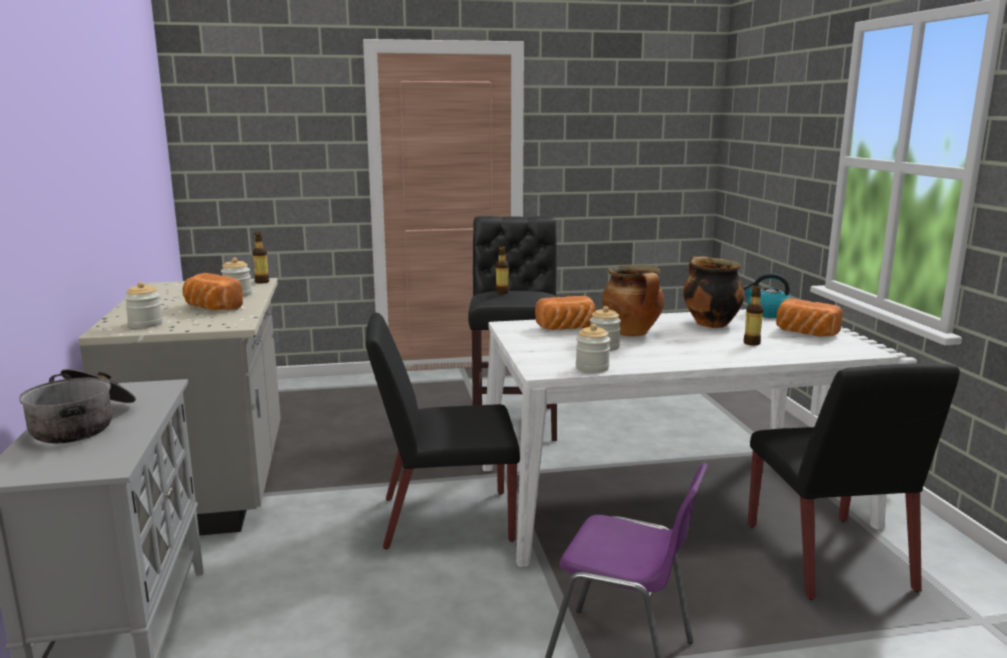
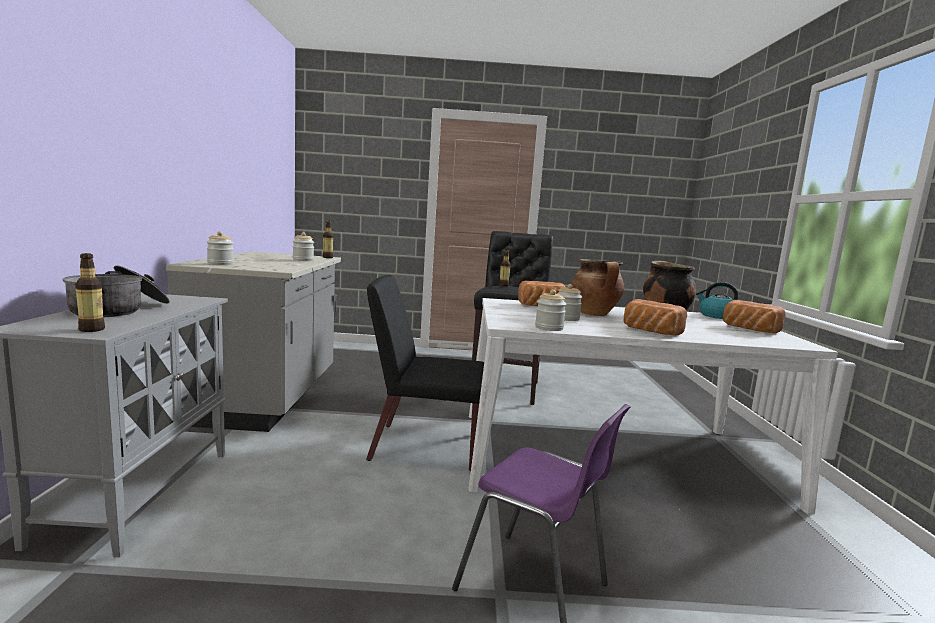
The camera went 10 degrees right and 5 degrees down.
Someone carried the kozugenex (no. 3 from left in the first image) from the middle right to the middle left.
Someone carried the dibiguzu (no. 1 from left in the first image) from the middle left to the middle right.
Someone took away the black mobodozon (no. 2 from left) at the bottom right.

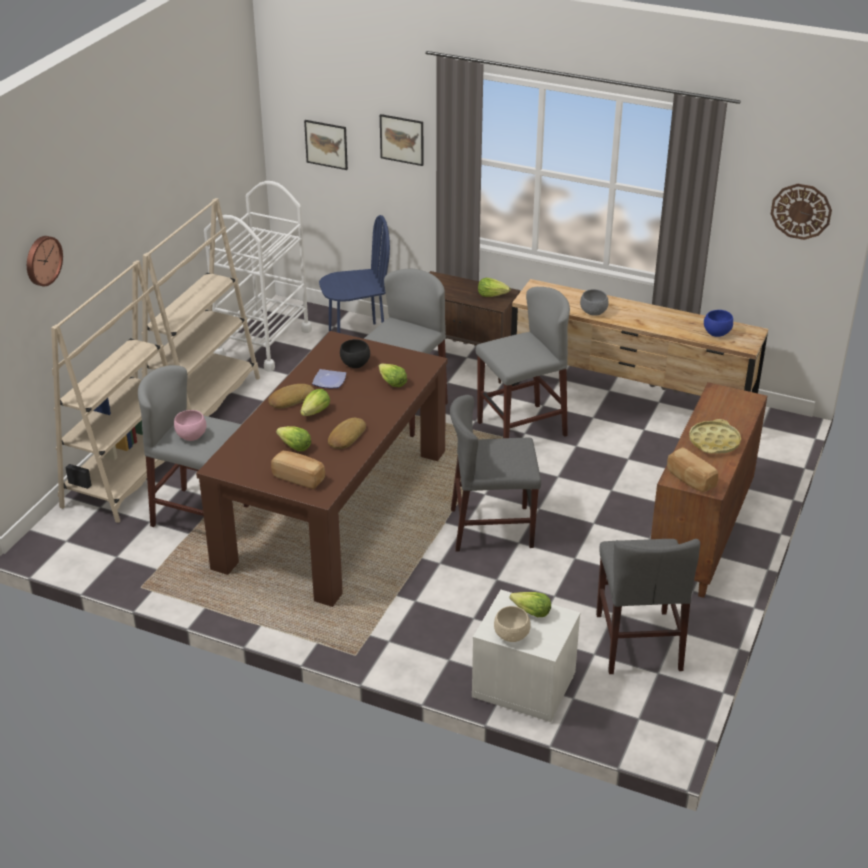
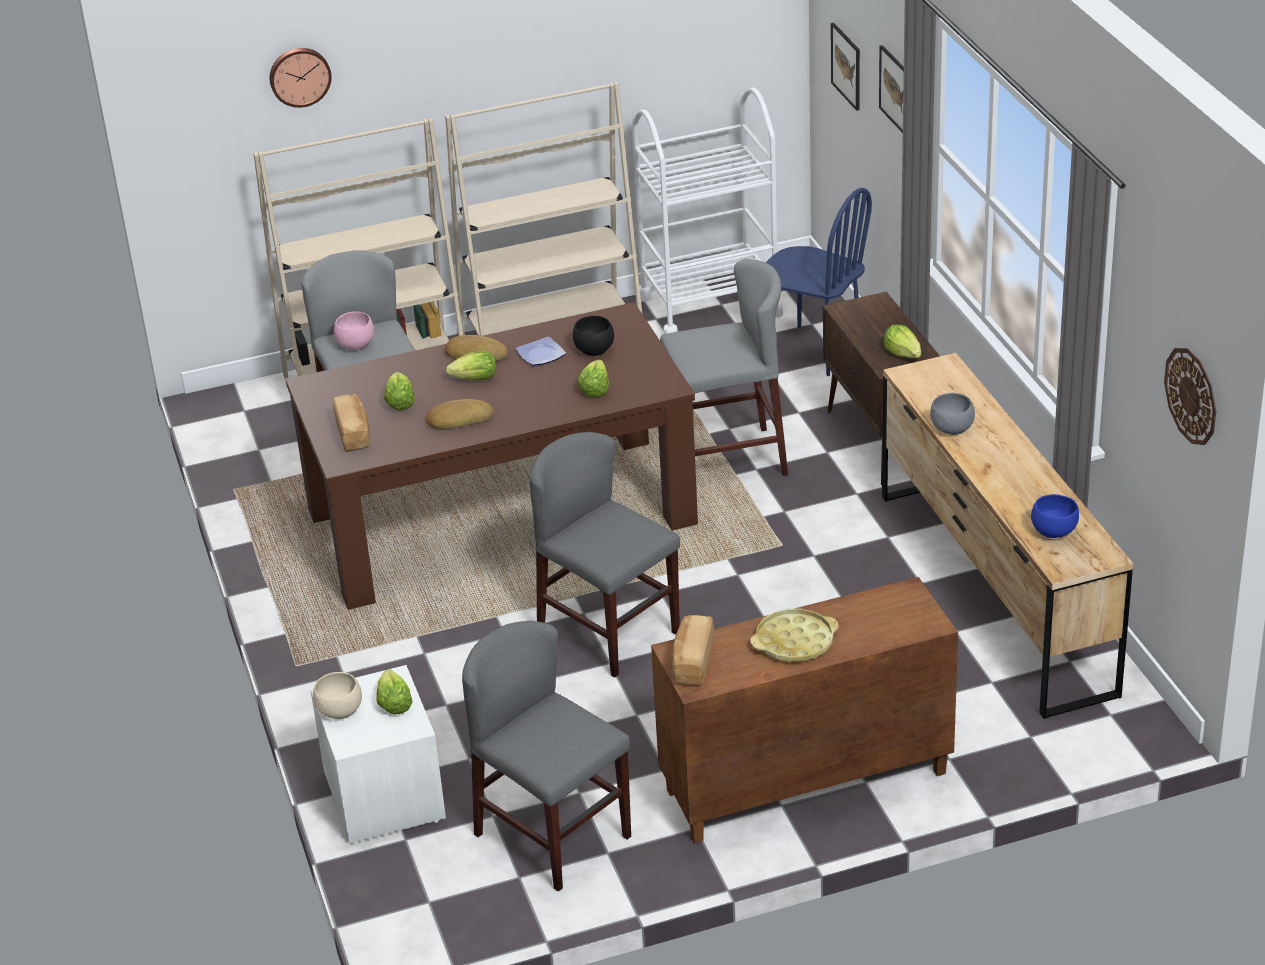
The camera went 50 degrees right and 0 degrees up.
Someone rotated the grey mobodozon (no. 2 from left in the first image) at the bottom right by 90 degrees clockwise.
Someone took away the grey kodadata (no. 3 from left) at the centre.

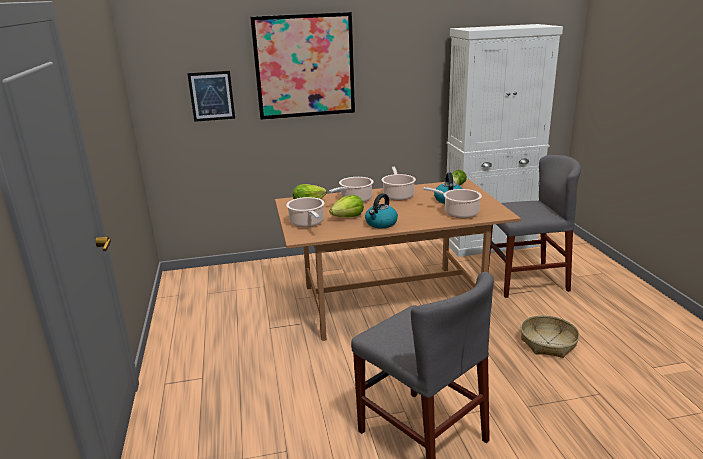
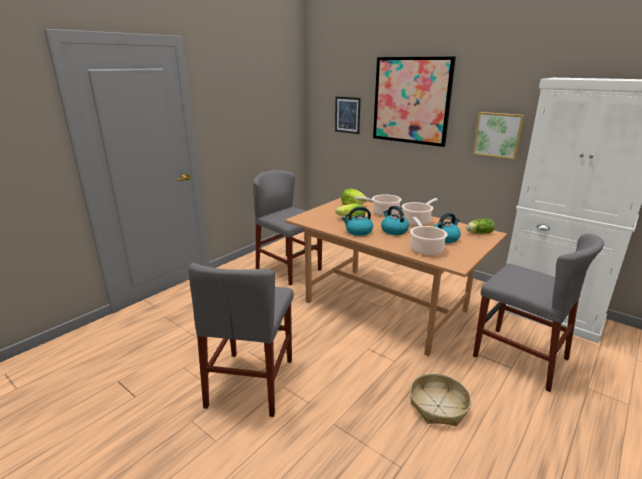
The camera went 50 degrees right and 0 degrees up.
Someone put down the grey mobodozon (no. 2 from left) at the centre.
Someone put down the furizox (no. 2 from left) at the centre.
Someone put up the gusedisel (no. 3 from left) at the top right.
Someone took away the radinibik (no. 1 from left) at the centre.

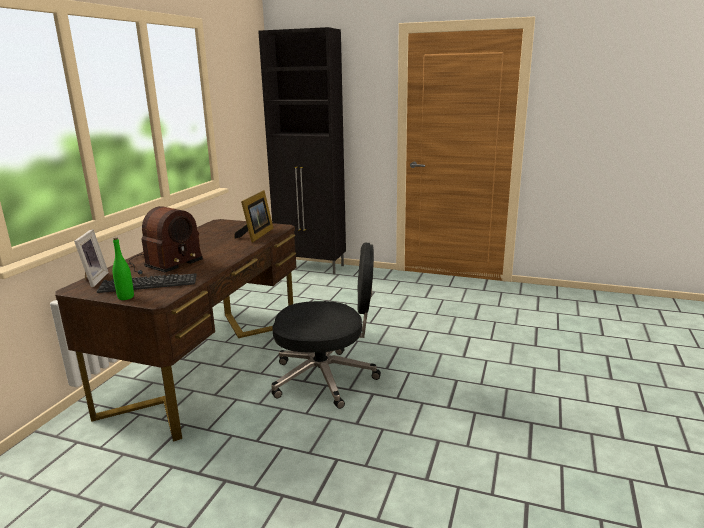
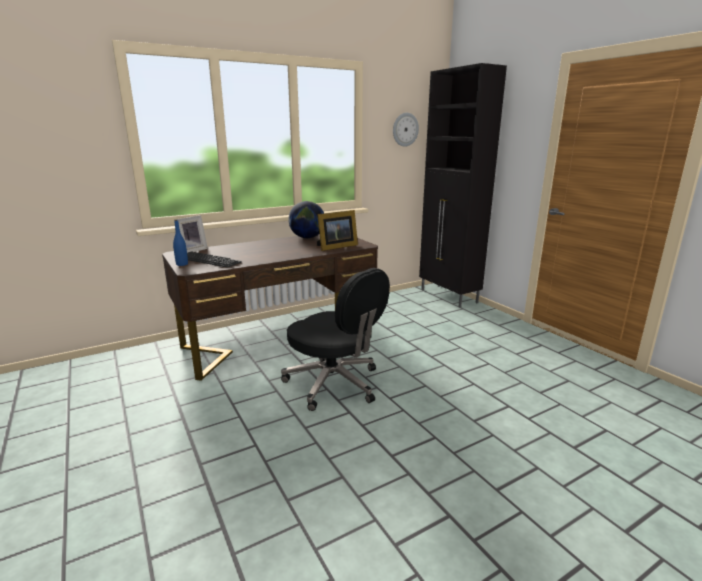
The camera went 40 degrees right and 0 degrees up.
Someone repainted the green kozugenex at the middle left, which became the blue kozugenex at the middle left.
Someone put down the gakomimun at the centre.
Someone put up the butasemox at the top centre.
Someone took away the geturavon at the middle left.

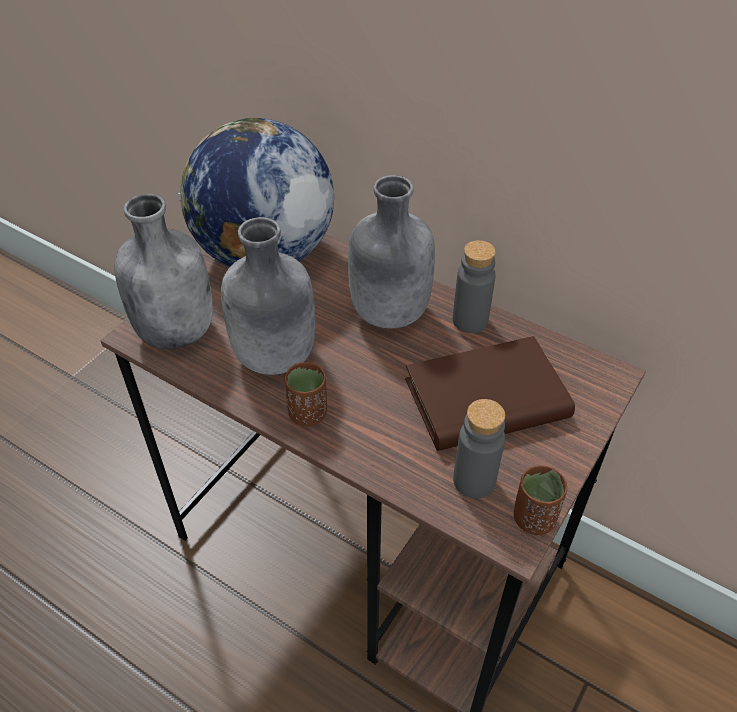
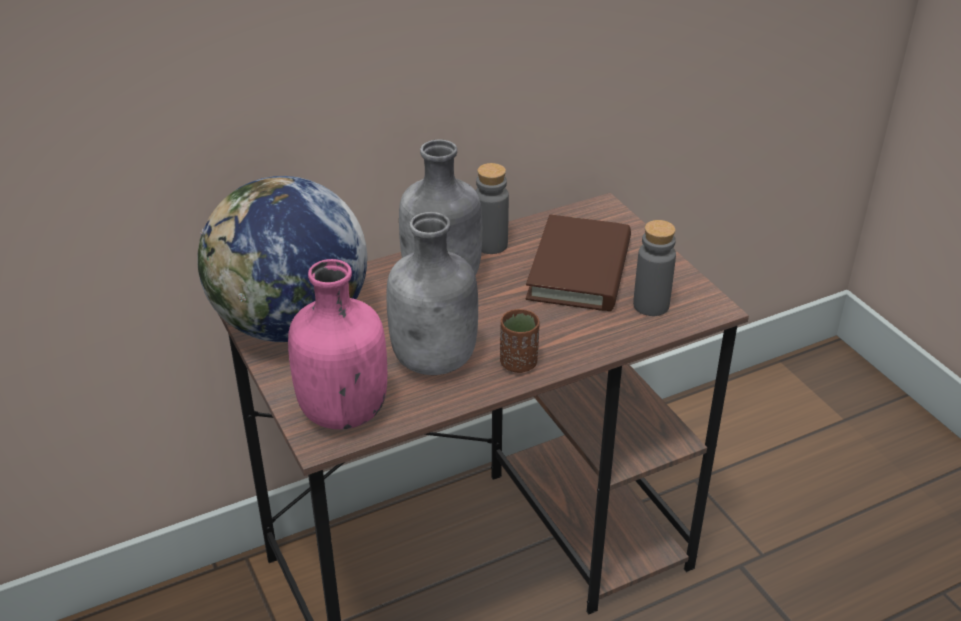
The camera went 60 degrees left and 10 degrees down.
Someone repainted the grey kozugenex (no. 1 from left) at the middle left, which became the pink kozugenex at the centre.
Someone took away the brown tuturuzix (no. 2 from left) at the bottom right.

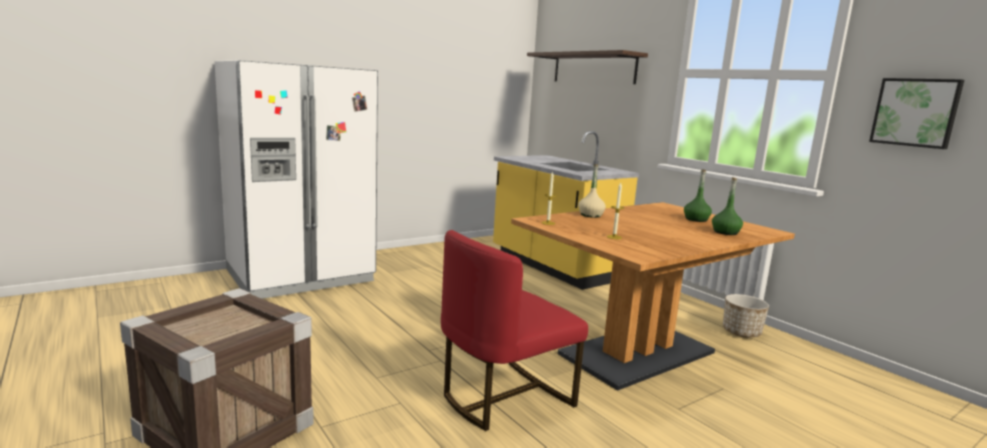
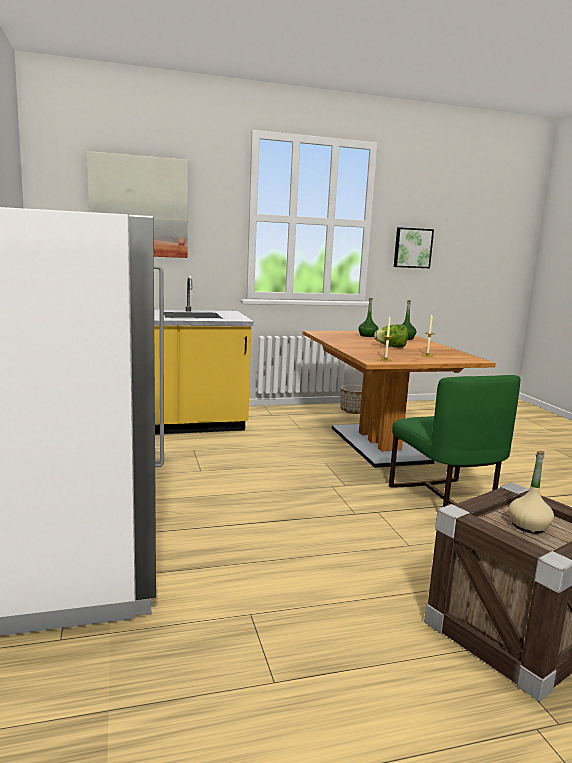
The camera went 70 degrees left and 0 degrees up.
Someone swapped the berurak at the top centre for the gusedisel (no. 1 from left) at the top left.
Someone put down the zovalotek at the middle right.
Someone repainted the red mobodozon at the bottom centre, which became the green mobodozon at the middle right.
Someone carried the beige kozugenex from the centre to the middle right.

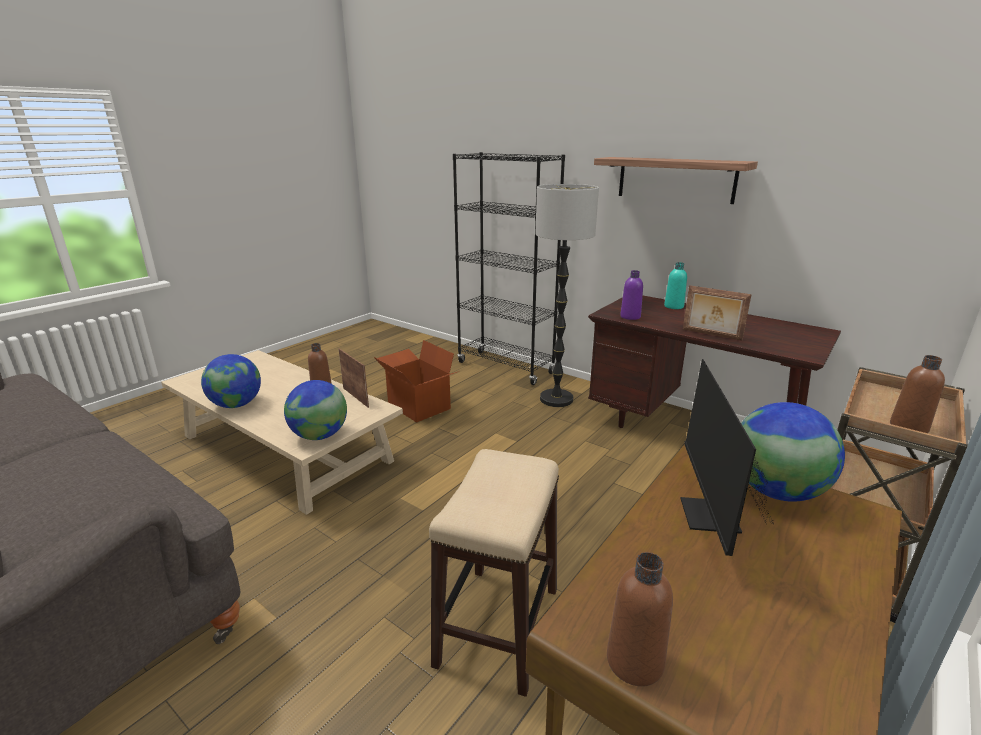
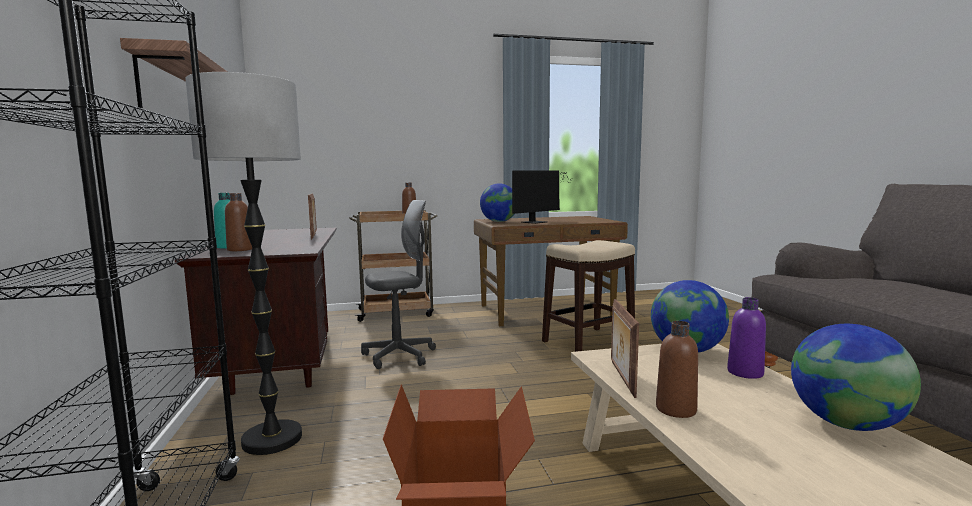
The camera went 140 degrees left and 15 degrees down.
Someone carried the brown kozugenex (no. 2 from left in the first image) from the bottom centre to the middle left.
Someone put down the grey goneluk at the centre.
Someone carried the purple kozugenex from the centre to the bottom right.

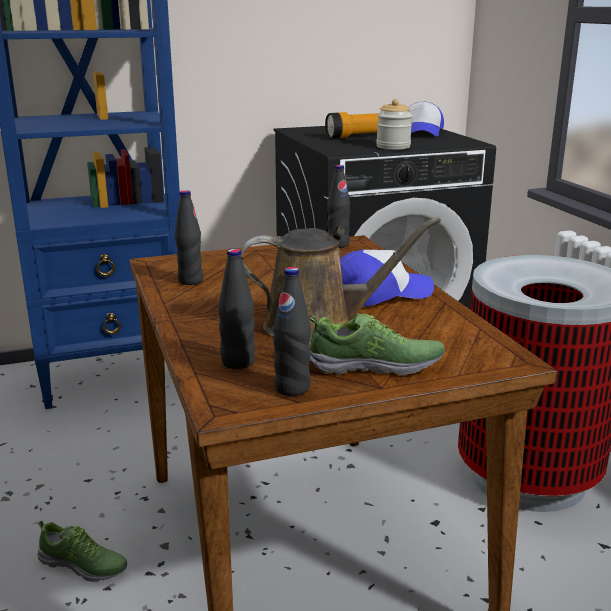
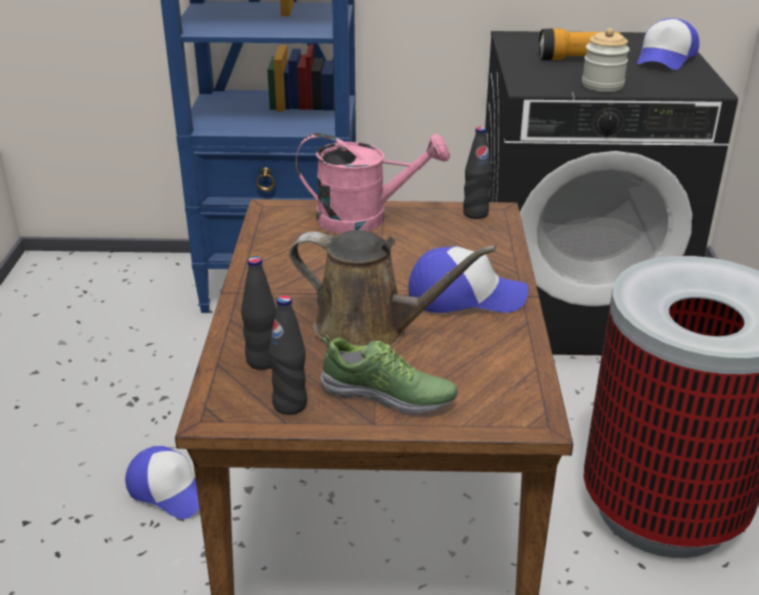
The camera went 20 degrees right and 10 degrees up.
Someone swapped the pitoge (no. 1 from left) at the bottom left for the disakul (no. 1 from left) at the bottom left.
Someone put down the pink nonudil at the top centre.
Someone took away the black kozugenex (no. 1 from left) at the middle left.

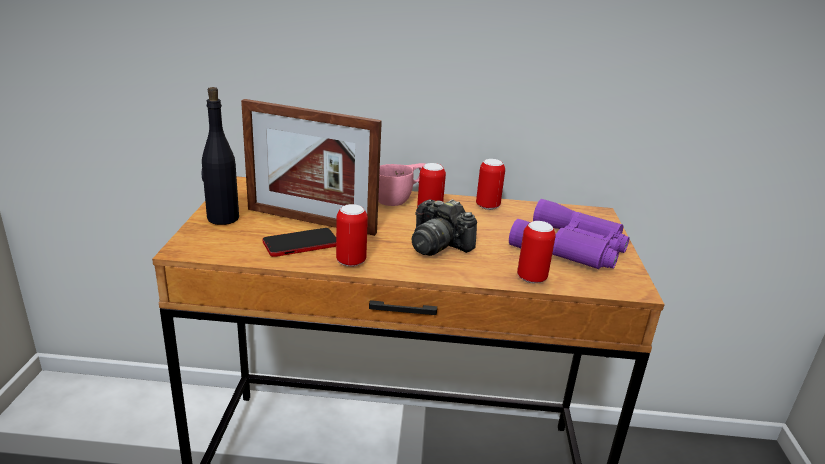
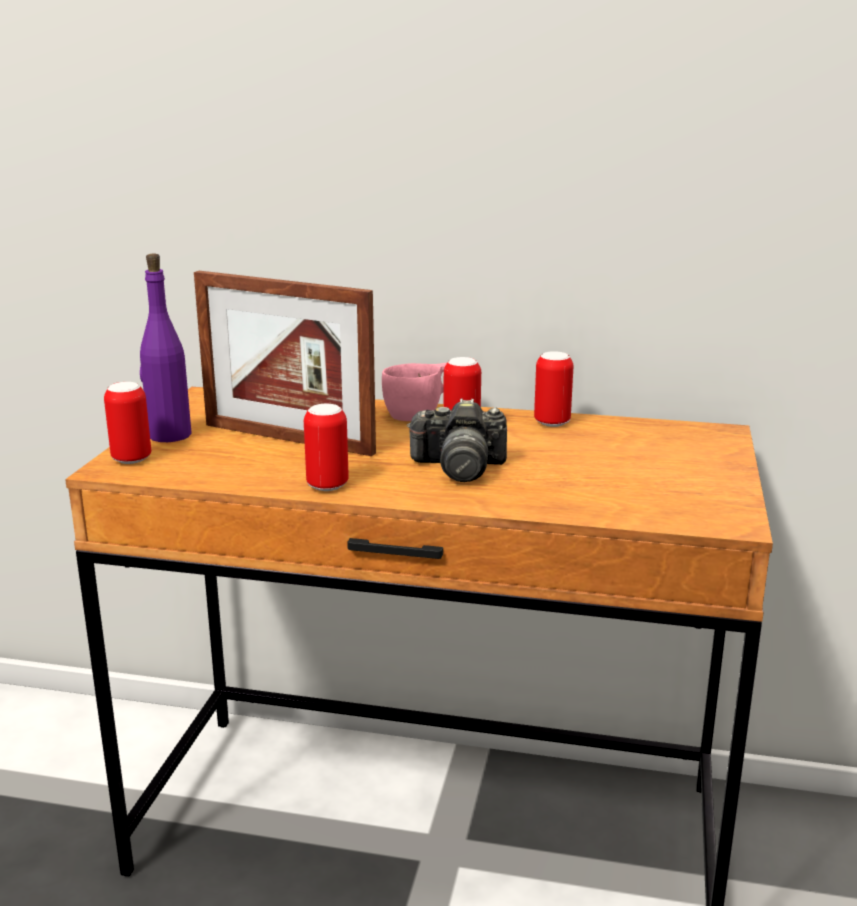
The camera went 10 degrees right and 5 degrees down.
Someone carried the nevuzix (no. 4 from left in the first image) from the centre to the middle left.
Someone repainted the black kozugenex at the middle left, which became the purple kozugenex at the middle left.
Someone rotated the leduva at the centre by 45 degrees counterclockwise.
Someone took away the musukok at the centre.
Someone took away the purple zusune at the middle right.

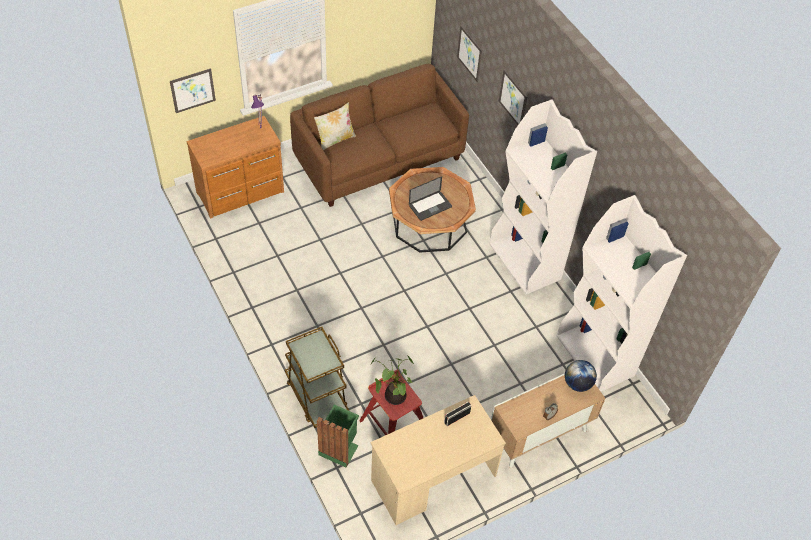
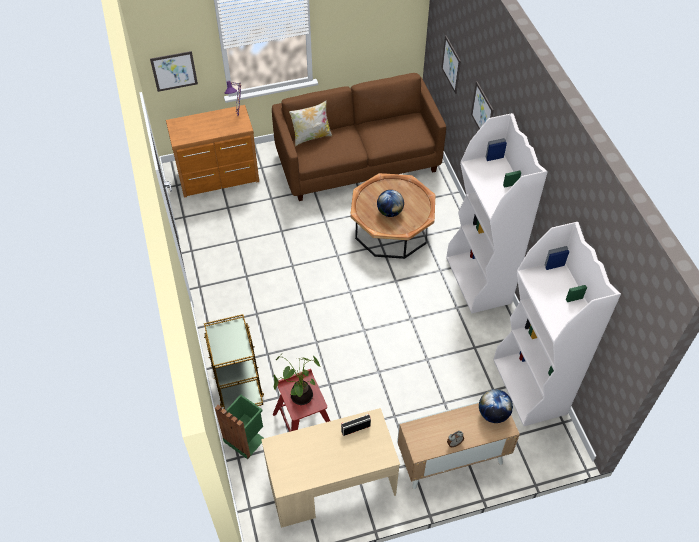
The camera went 15 degrees right and 0 degrees up.
Someone swapped the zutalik at the centre for the gakomimun (no. 1 from left) at the centre.

